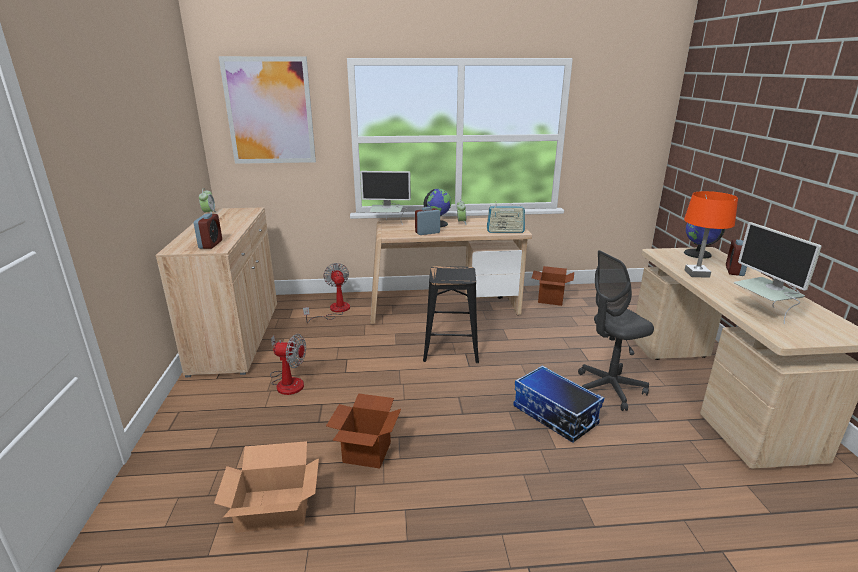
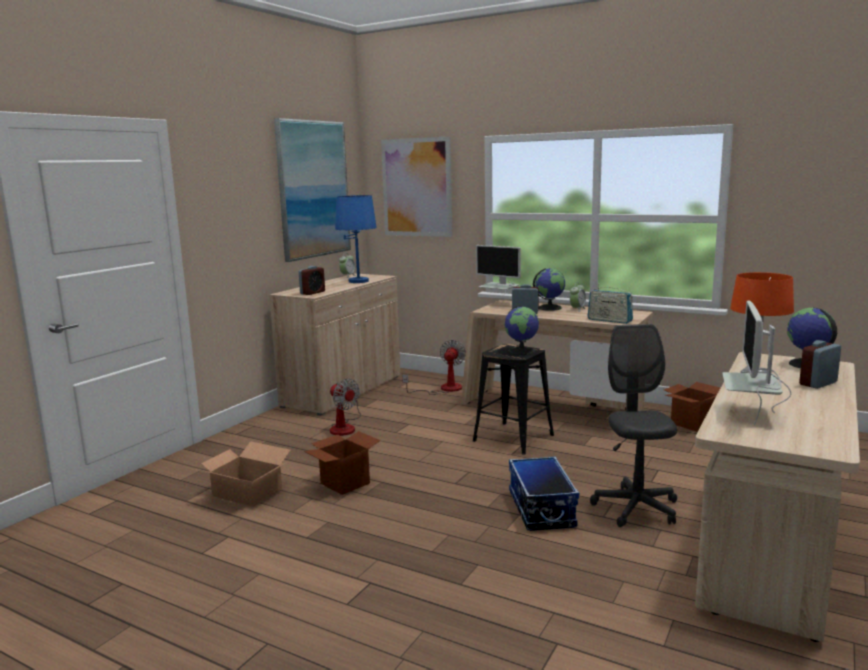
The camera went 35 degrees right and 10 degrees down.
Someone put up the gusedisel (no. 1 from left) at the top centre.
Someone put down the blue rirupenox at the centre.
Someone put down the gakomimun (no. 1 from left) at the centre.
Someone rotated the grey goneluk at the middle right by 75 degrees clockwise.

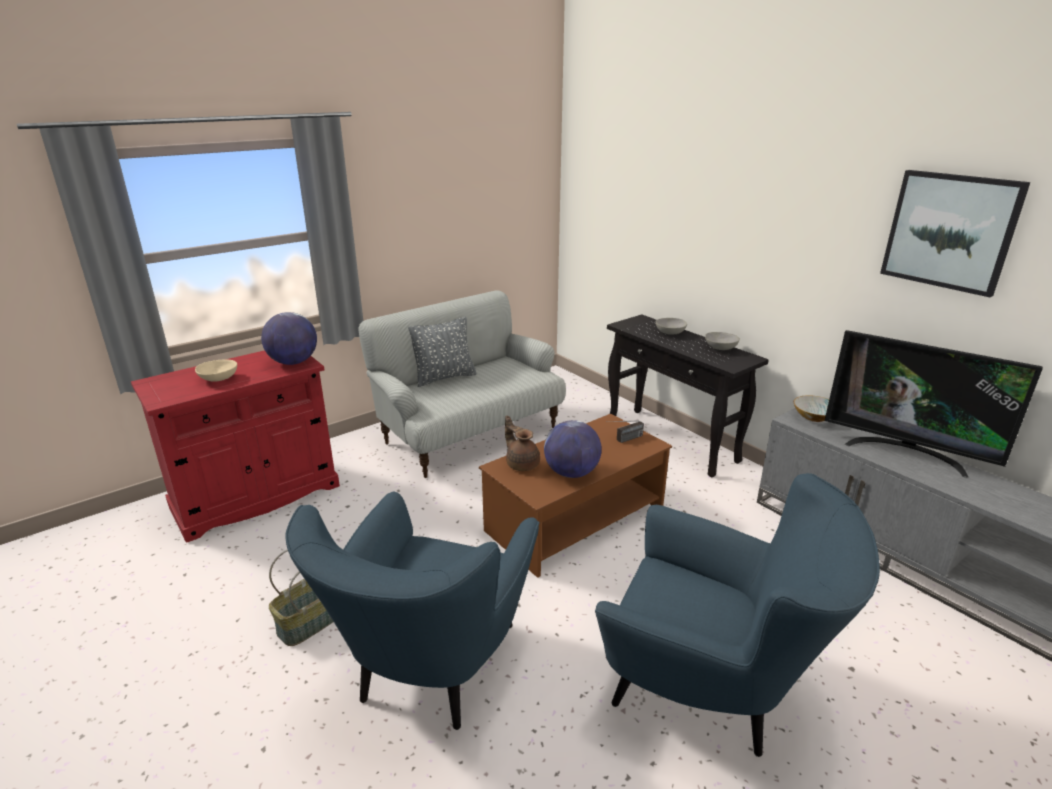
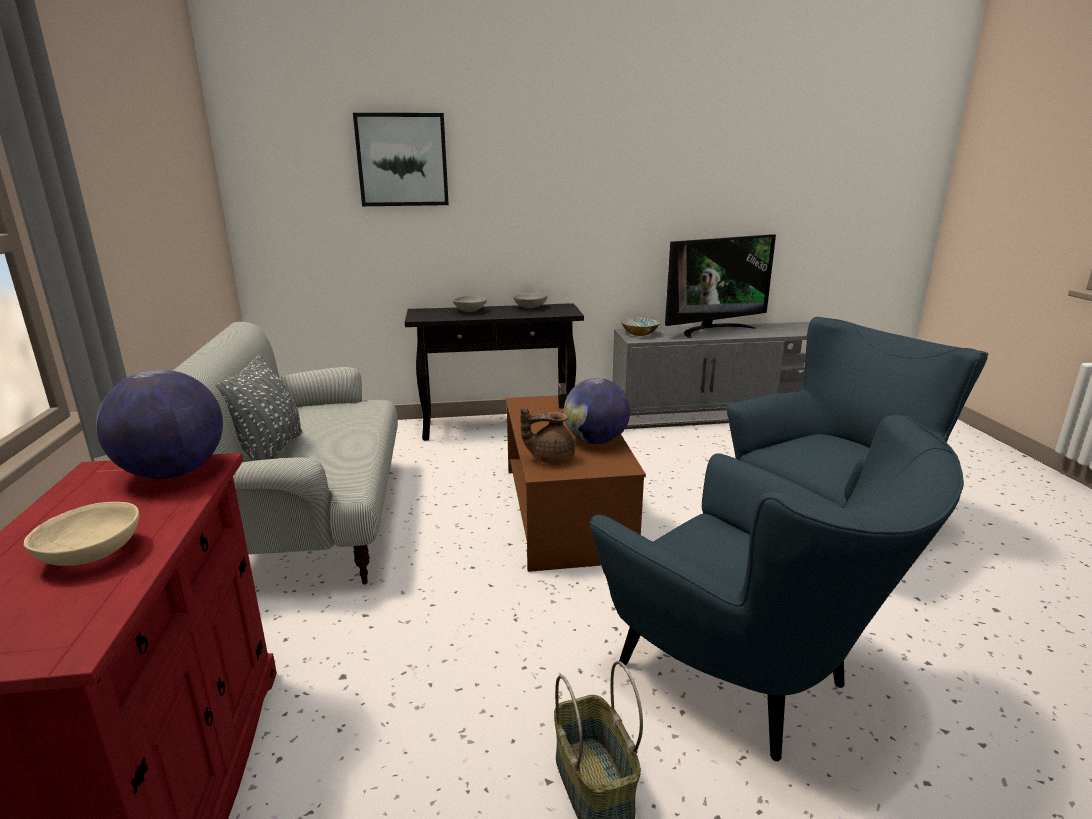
The camera went 60 degrees left and 5 degrees down.
Someone carried the gusedisel from the top right to the top centre.

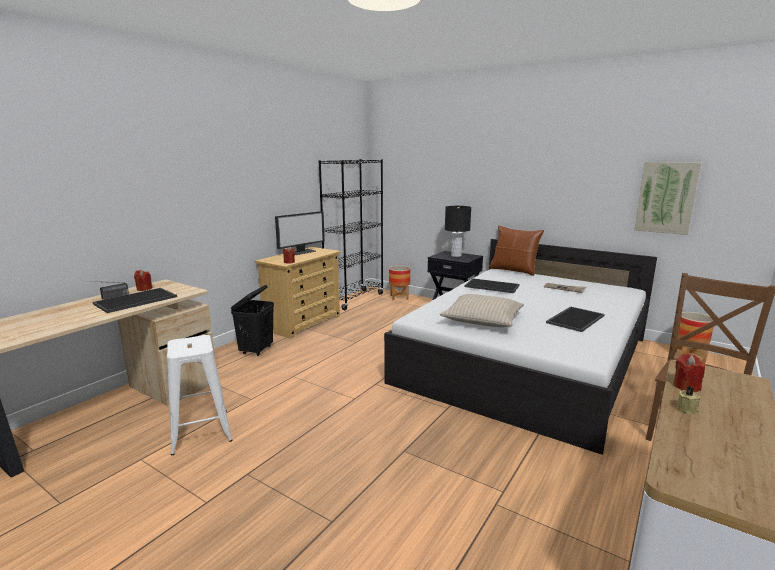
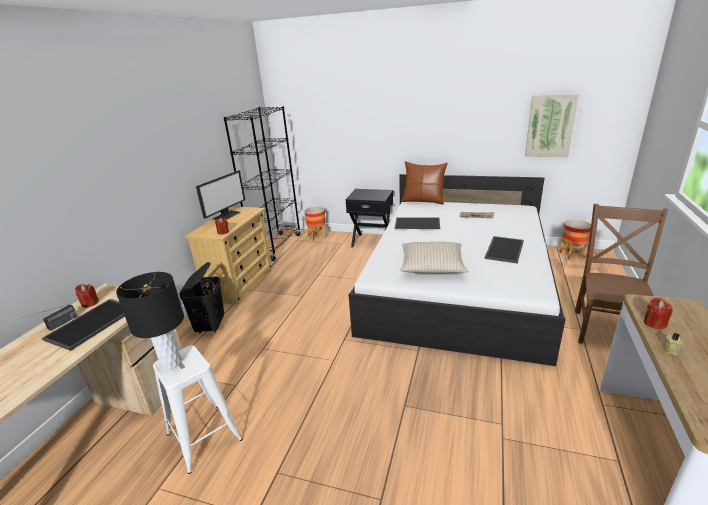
The camera went 15 degrees left and 10 degrees up.
Someone carried the black rirupenox from the centre to the middle left.

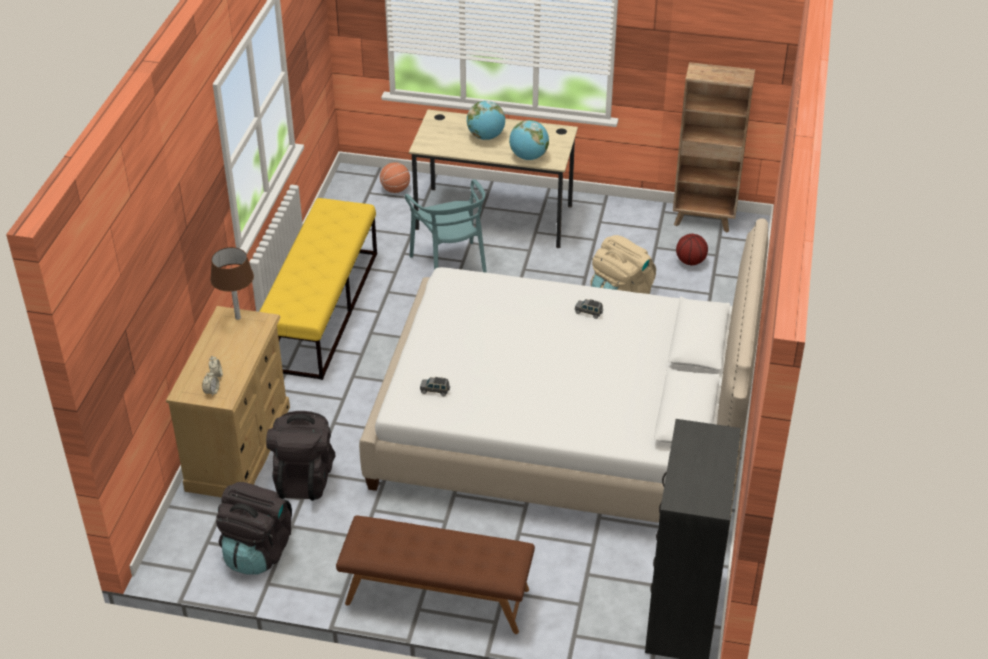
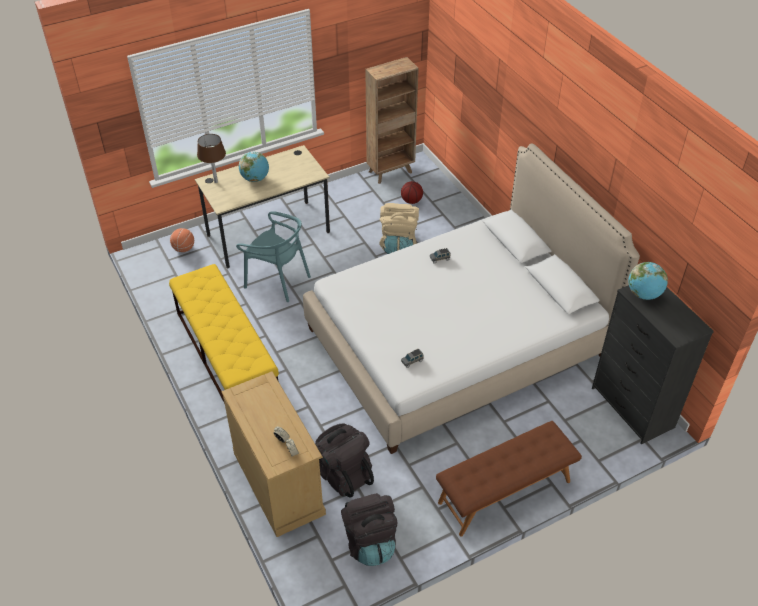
The camera went 40 degrees left and 5 degrees up.
Someone carried the brown rirupenox from the middle left to the top left.
Someone carried the gakomimun (no. 2 from left) from the top centre to the middle right.

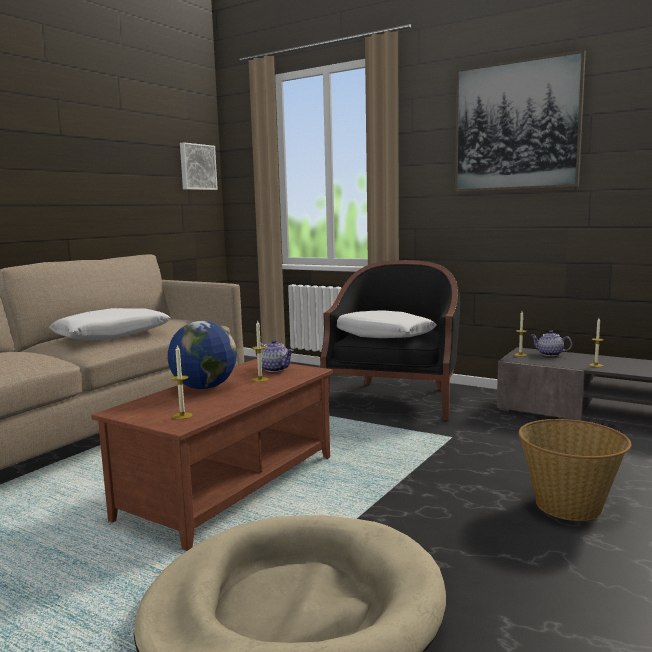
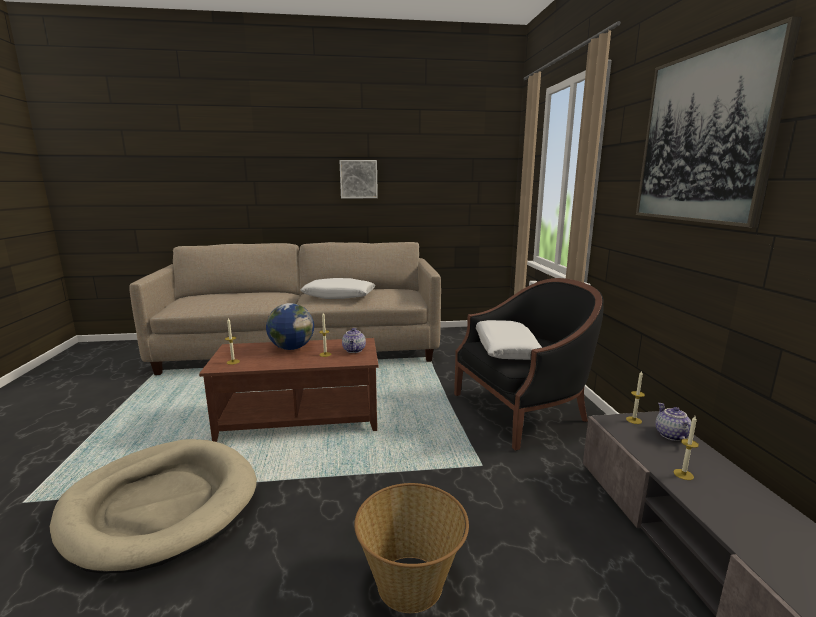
The camera went 50 degrees right and 5 degrees up.
Someone carried the gusedisel (no. 1 from left) from the top left to the top centre.

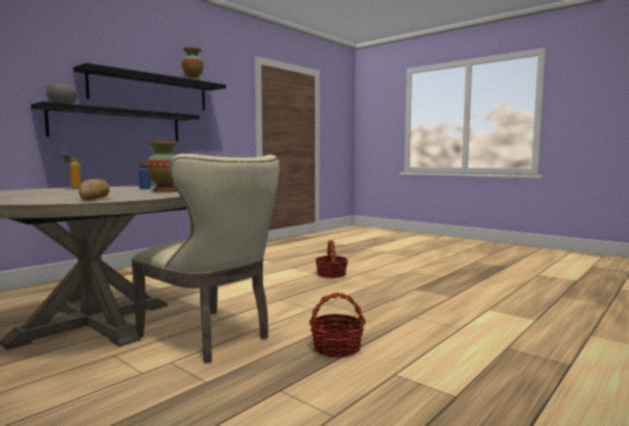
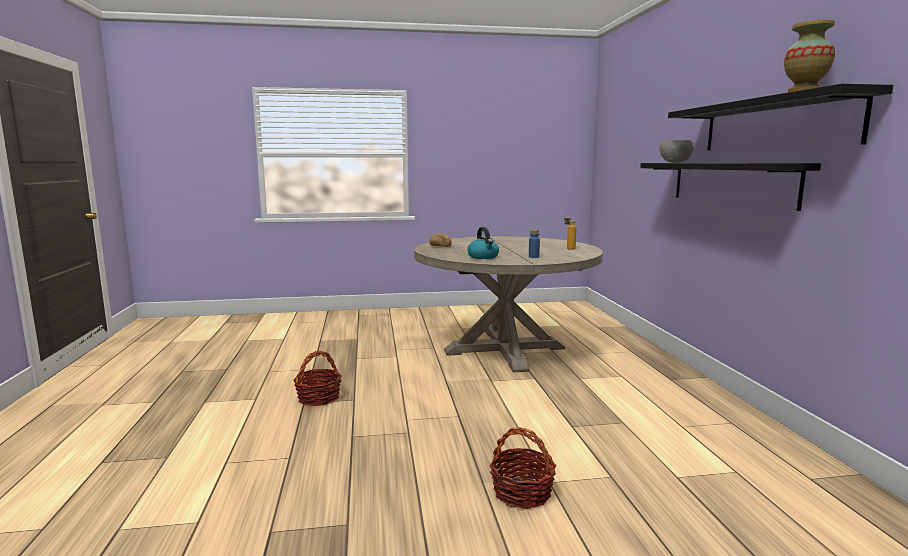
The camera went 130 degrees right and 5 degrees up.
Someone swapped the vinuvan (no. 1 from left) at the middle left for the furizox at the centre.
Someone took away the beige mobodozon at the middle left.

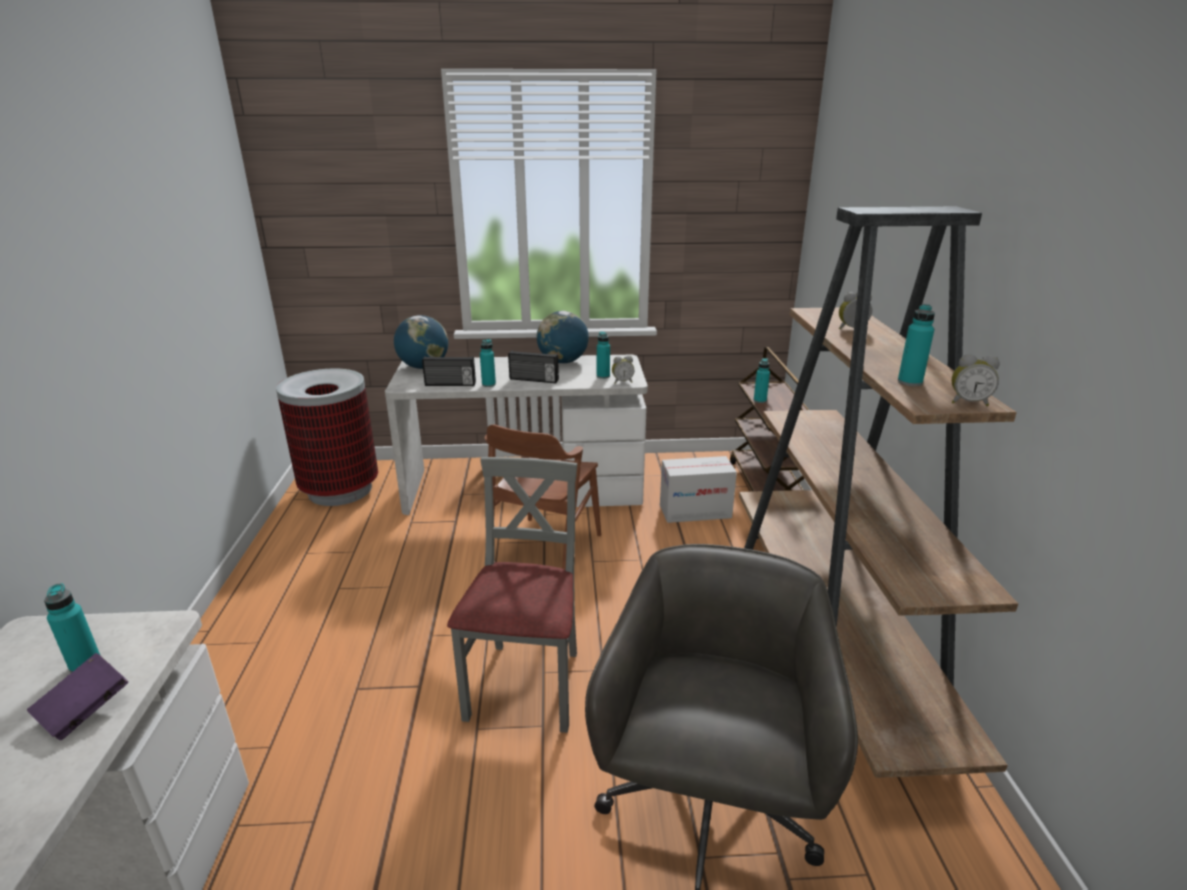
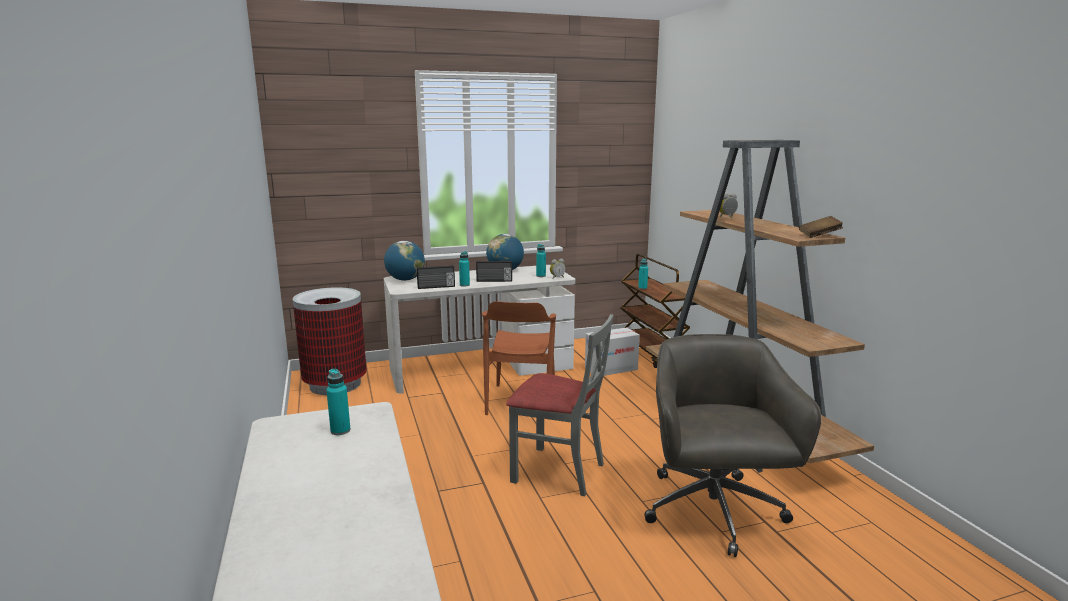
The camera went 15 degrees left and 10 degrees down.
Someone rotated the grey mobodozon at the bottom centre by 120 degrees clockwise.
Someone swapped the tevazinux (no. 3 from left) at the middle right for the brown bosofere at the middle right.
Someone took away the purple bosofere at the bottom left.
Someone took away the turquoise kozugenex (no. 5 from left) at the middle right.

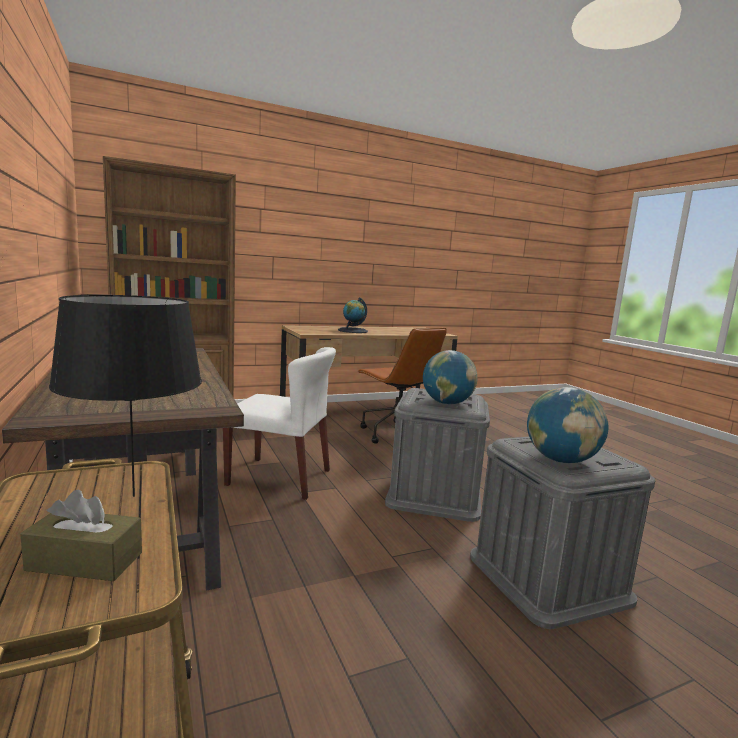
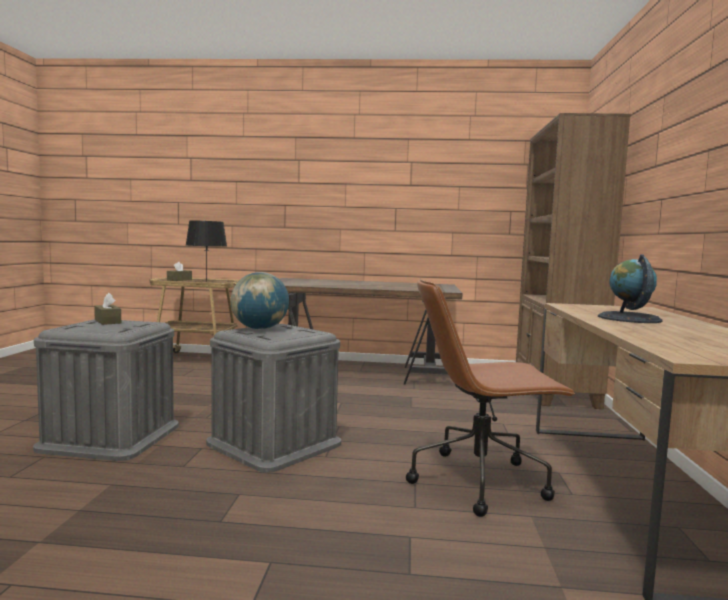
The camera went 120 degrees right and 5 degrees down.
Someone swapped the gakomimun (no. 3 from left) at the middle right for the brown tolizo (no. 1 from left) at the middle left.
Someone took away the white mobodozon at the centre.

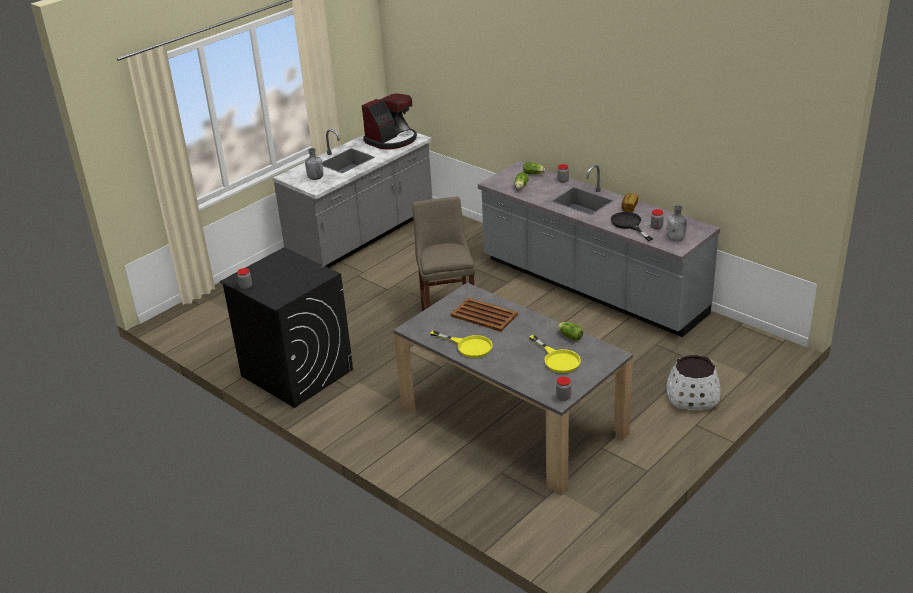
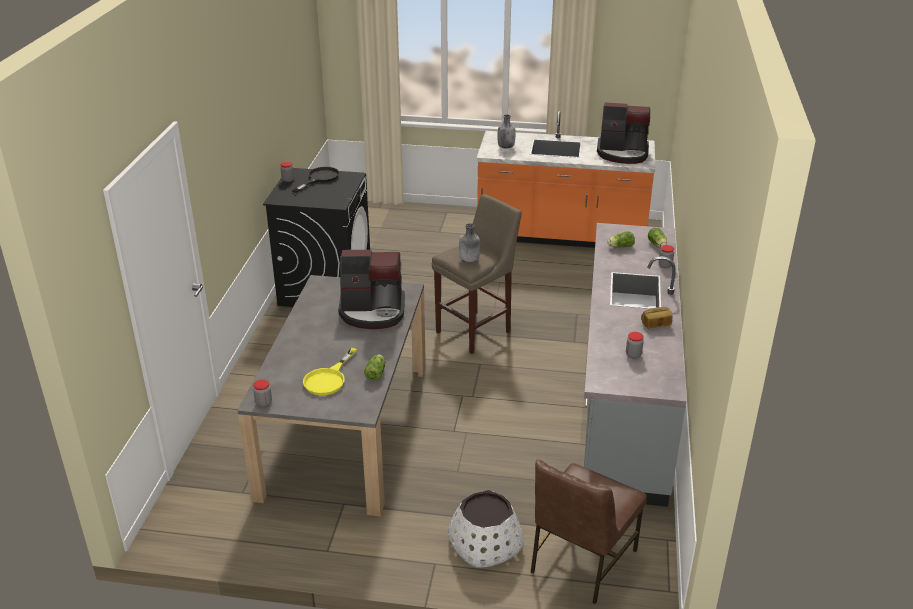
The camera went 55 degrees right and 0 degrees up.
Someone carried the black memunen from the middle right to the top centre.
Someone swapped the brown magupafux at the centre for the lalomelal (no. 1 from left) at the centre.
Someone carried the grey kozugenex (no. 2 from left in the first image) from the middle right to the centre.
Someone repainted the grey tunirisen (no. 1 from left) at the centre, which became the orange tunirisen at the top centre.
Someone put down the brown mobodozon at the bottom centre.
Someone took away the yellow memunen (no. 1 from left) at the centre.

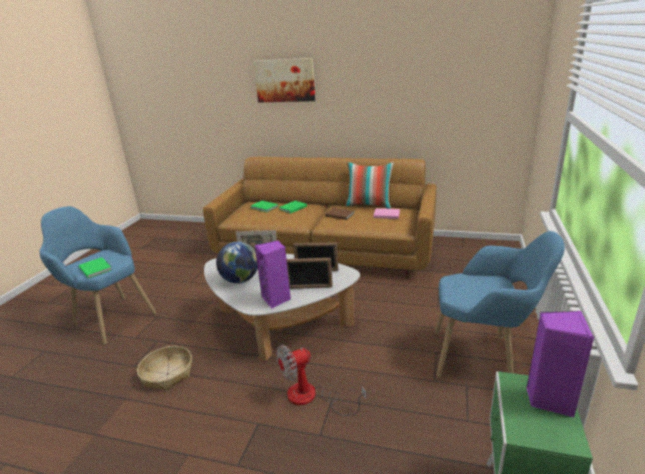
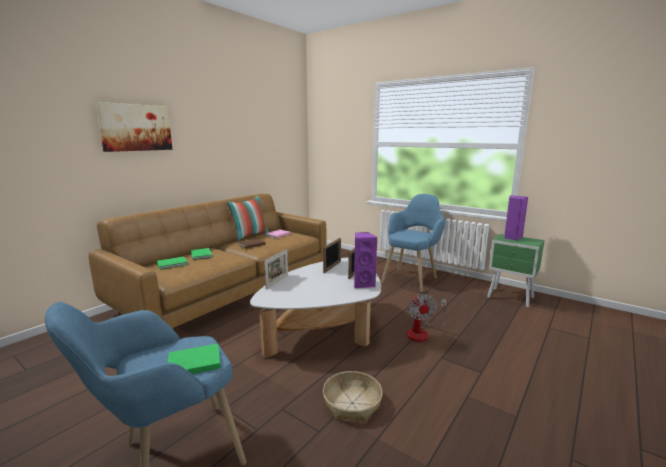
The camera went 70 degrees left and 10 degrees down.
Someone took away the gakomimun at the centre.

